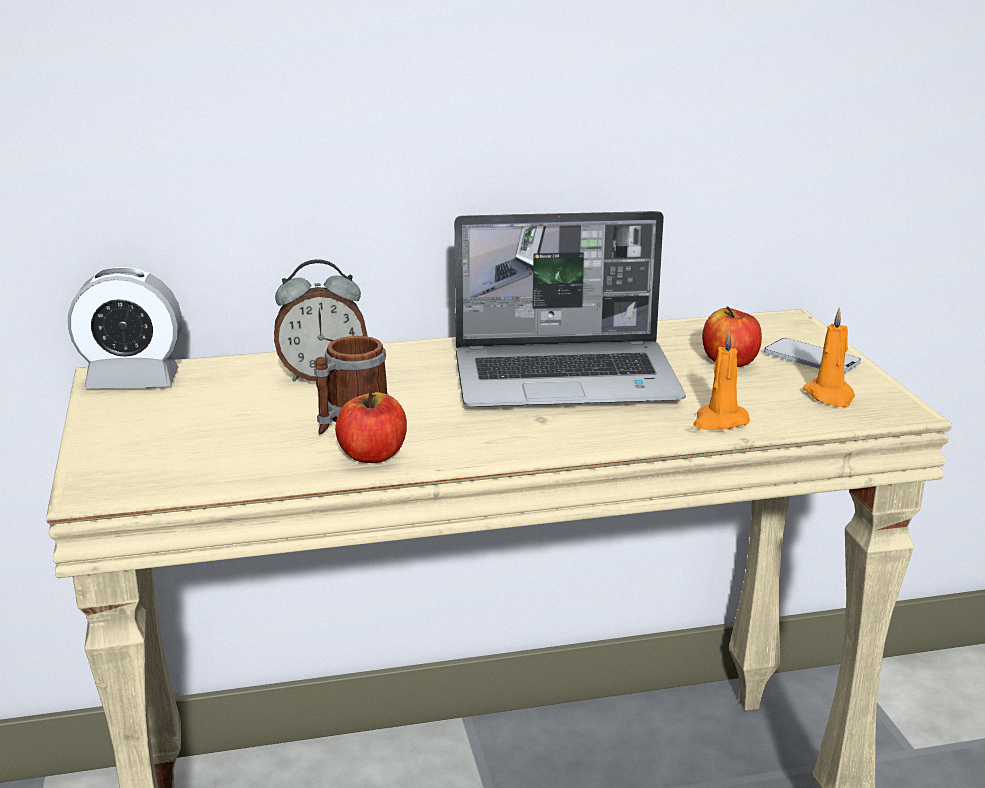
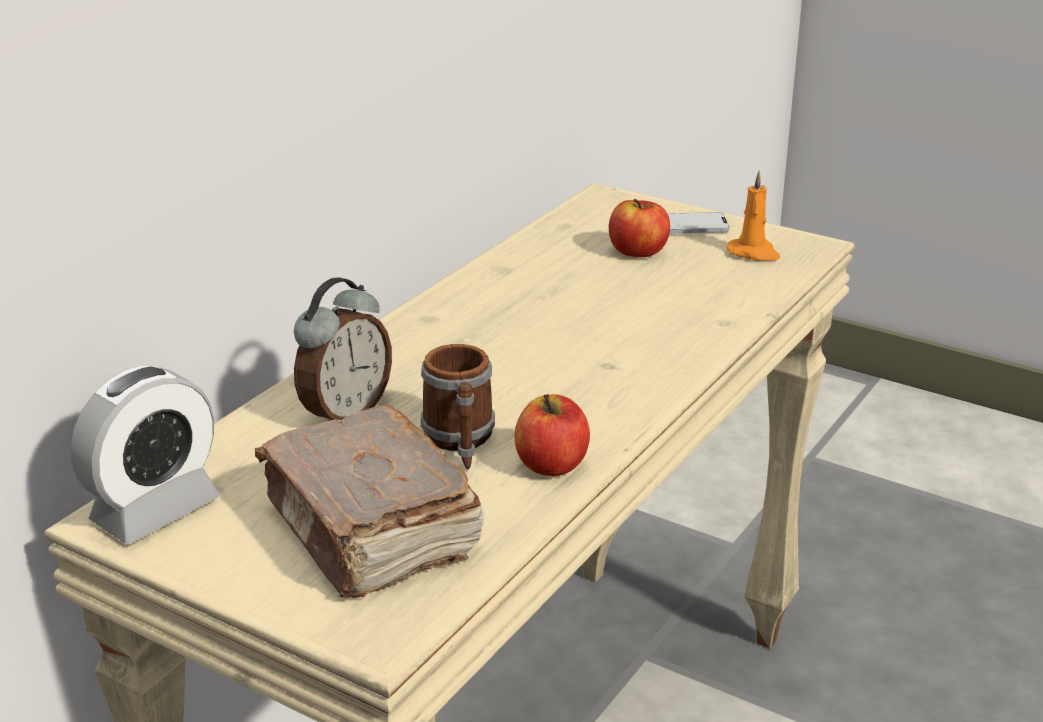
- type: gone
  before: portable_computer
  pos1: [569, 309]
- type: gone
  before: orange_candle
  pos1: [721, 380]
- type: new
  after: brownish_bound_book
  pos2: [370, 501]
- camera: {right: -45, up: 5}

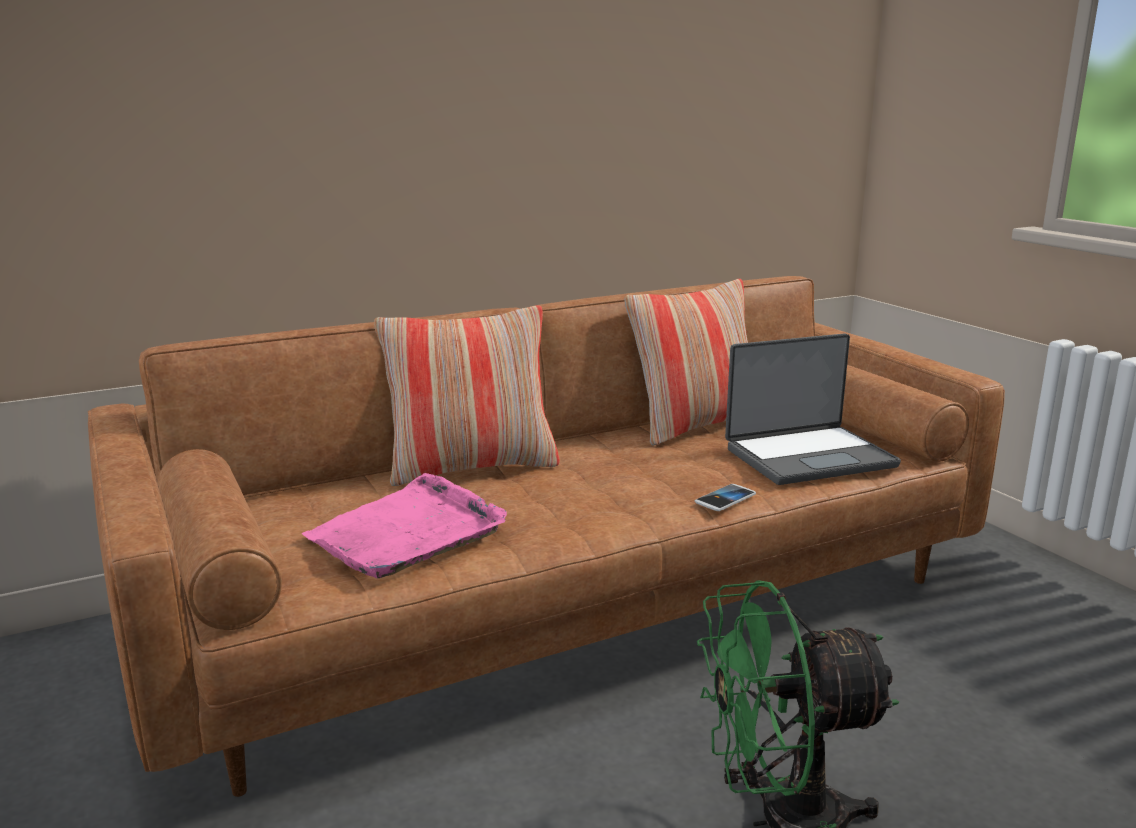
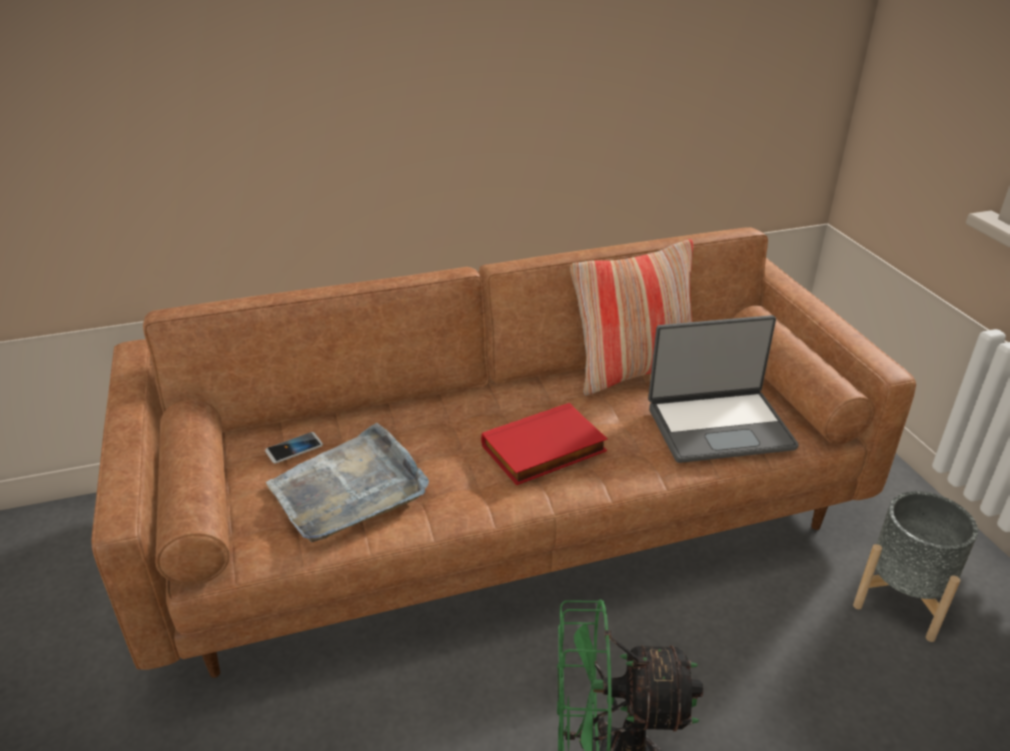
- type: repainted
  before: pink-coloured_carrying_tray
  after: greyish_carrying_tray
  pos1: [404, 526]
  pos2: [347, 482]
- type: gone
  before: cushion
  pos1: [467, 395]
- type: shifted
  before: telephone
  pos1: [725, 497]
  pos2: [294, 448]
- type: new
  after: red_bound_book
  pos2: [544, 444]
- type: new
  after: greyish_plant_pot
  pos2: [915, 566]
- camera: {right: 10, up: 15}

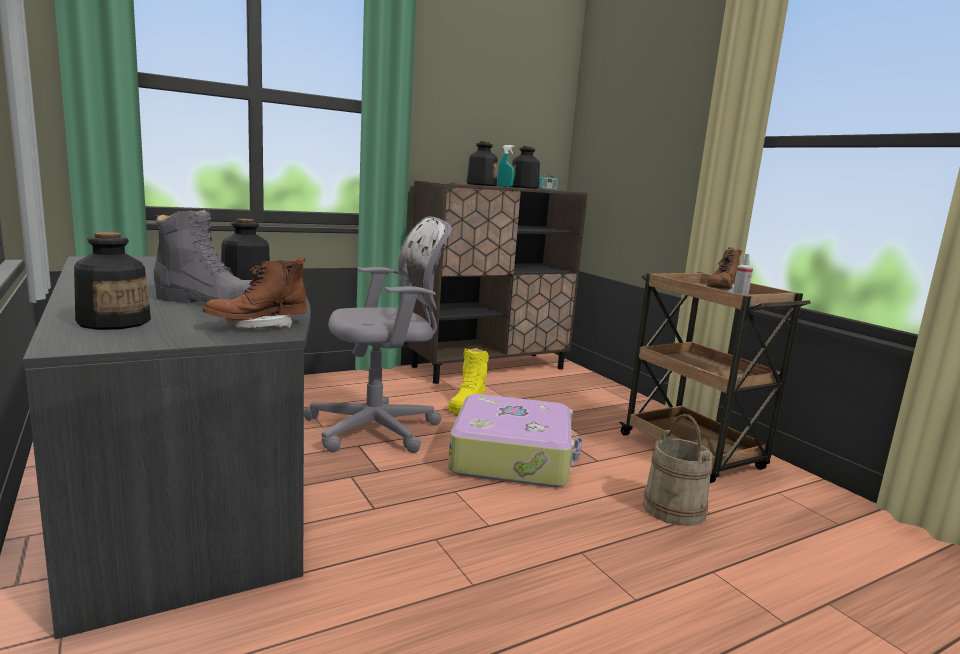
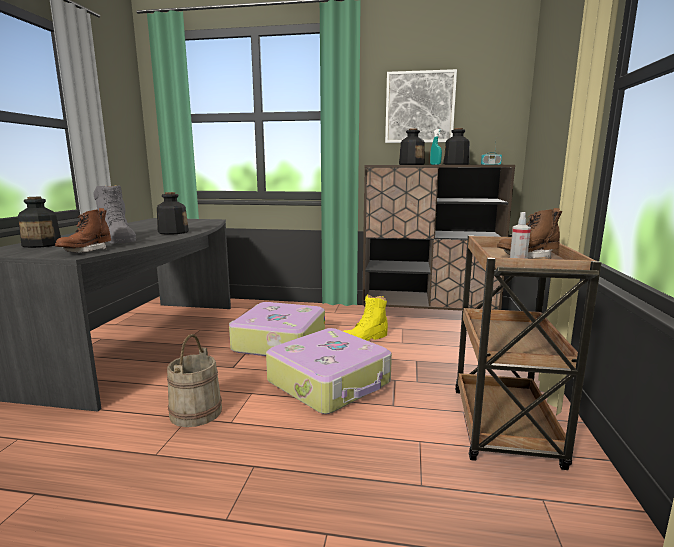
- type: rotated
  before: brownish_high-top_boot
  pos1: [255, 293]
  pos2: [83, 230]
  turn: -75
- type: swapped
  before: greyish_office_chair
  after: suitcase
  pos1: [378, 335]
  pos2: [277, 329]
- type: shifted
  before: beige_pail
  pos1: [677, 470]
  pos2: [194, 380]
- type: new
  after: wall_art
  pos2: [421, 106]
- camera: {right: 40, up: 0}

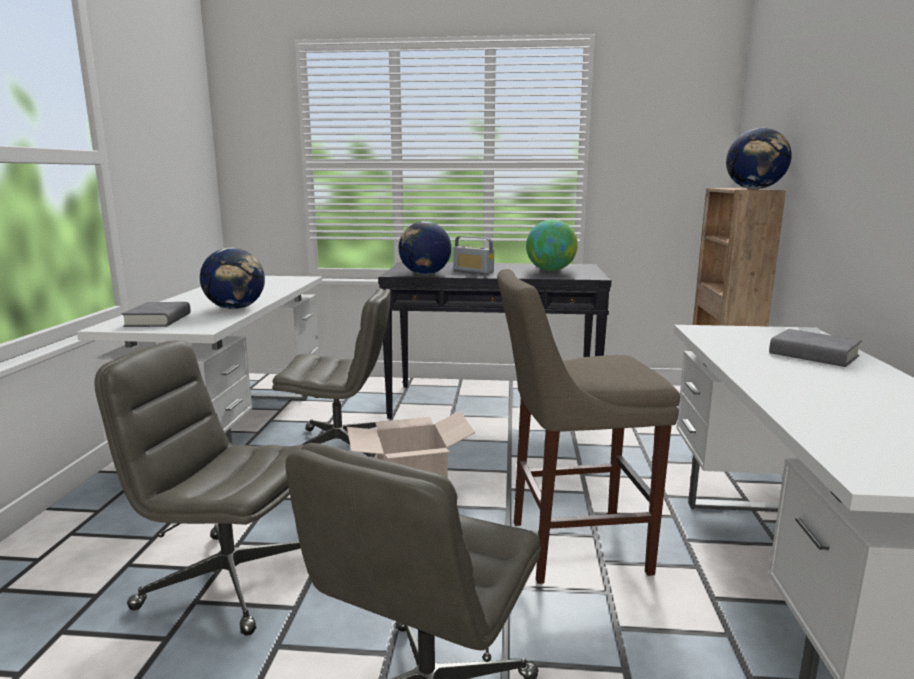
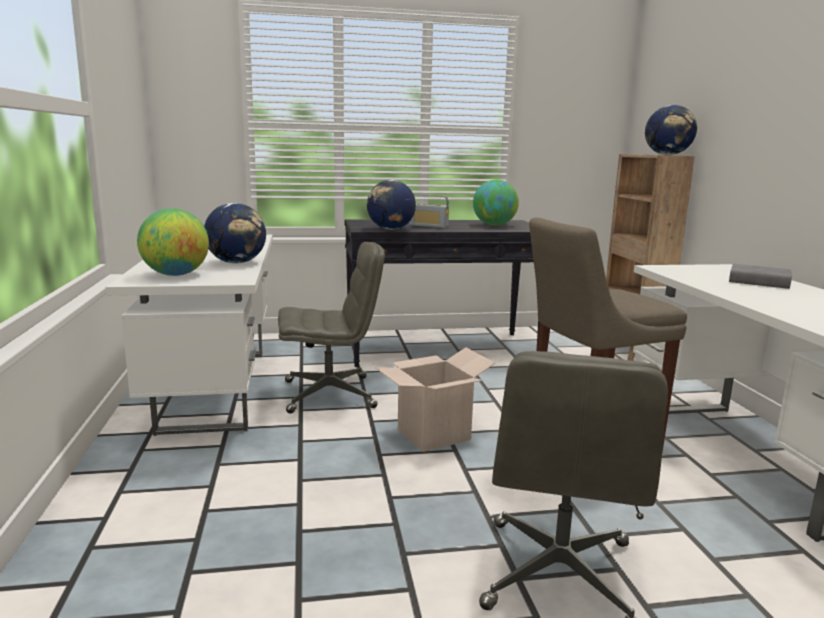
- type: gone
  before: greyish_office_chair
  pos1: [199, 488]
- type: swapped
  before: greyish_bound_book
  after: world_globe
  pos1: [156, 314]
  pos2: [173, 242]
- camera: {right: -15, up: 0}

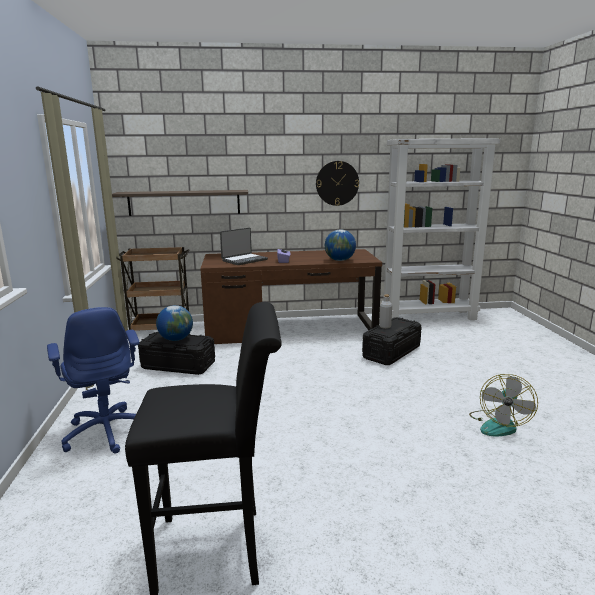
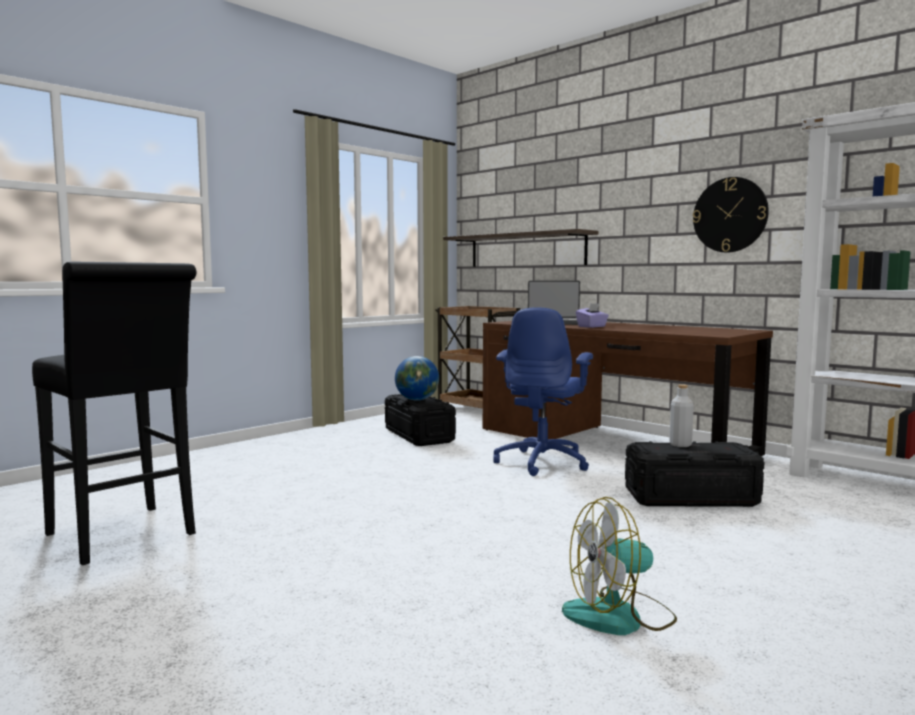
- type: shifted
  before: blue_office_chair
  pos1: [93, 380]
  pos2: [543, 391]
- type: gone
  before: world_globe
  pos1: [340, 245]
- camera: {right: 50, up: -10}

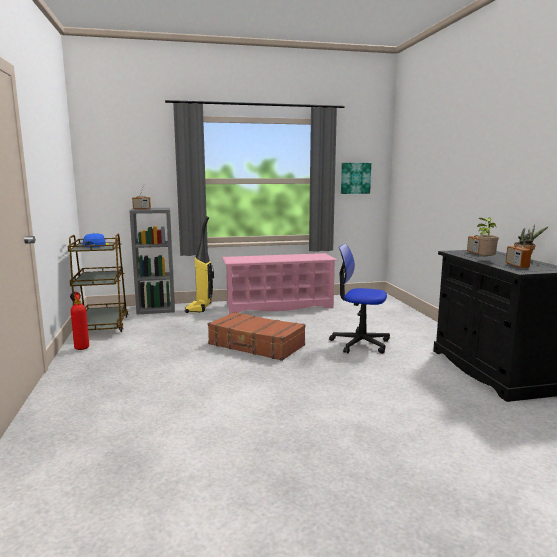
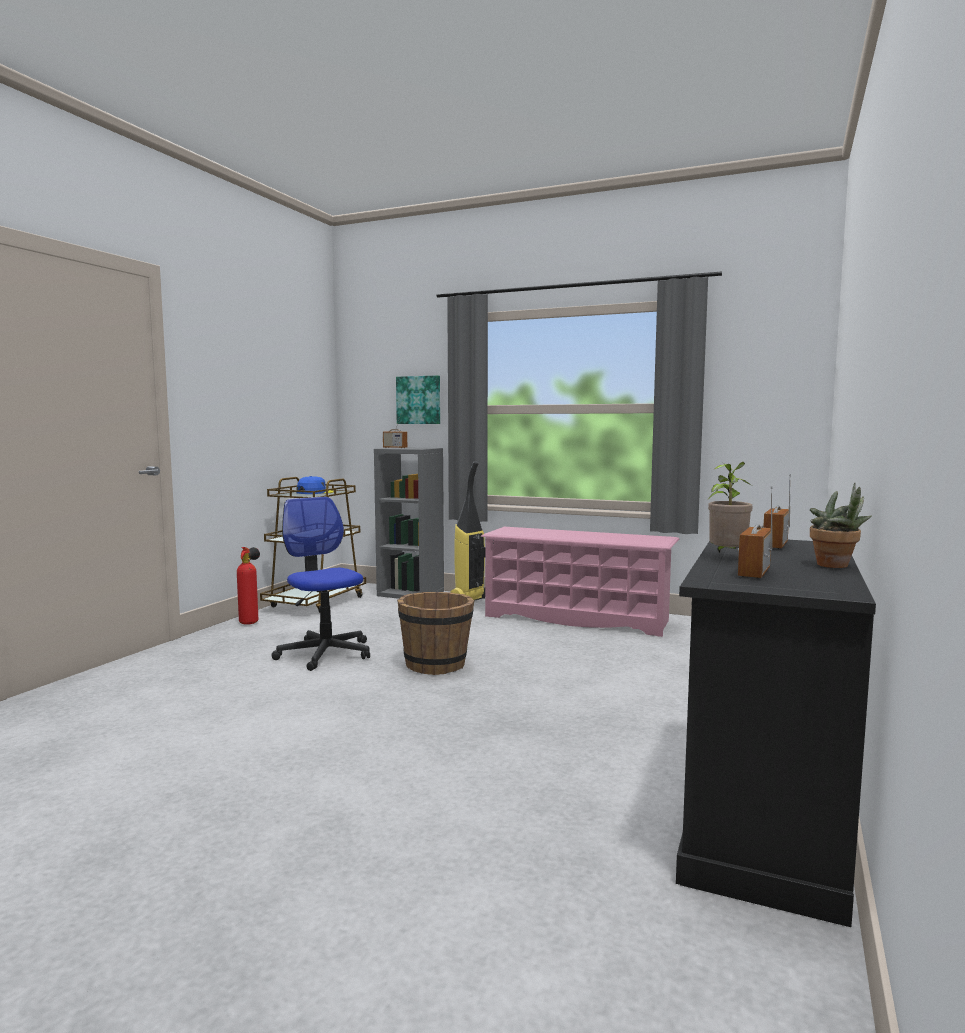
- type: swapped
  before: brownish_suitcase
  after: brownish_pail
  pos1: [256, 336]
  pos2: [435, 633]
- type: shifted
  before: office_chair
  pos1: [359, 299]
  pos2: [321, 584]
- type: shifted
  before: wall_art
  pos1: [356, 178]
  pos2: [418, 399]
- camera: {right: 35, up: -5}

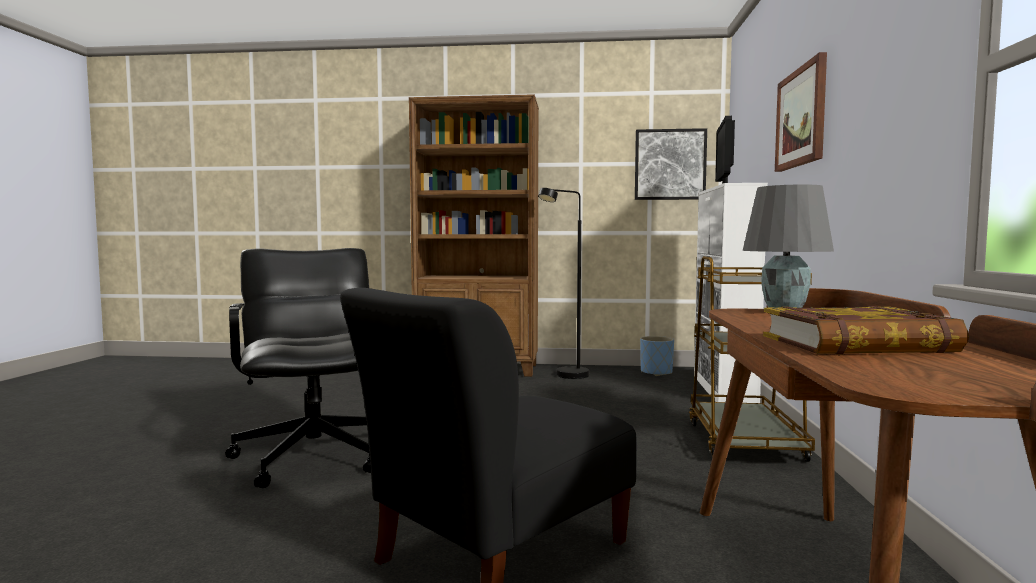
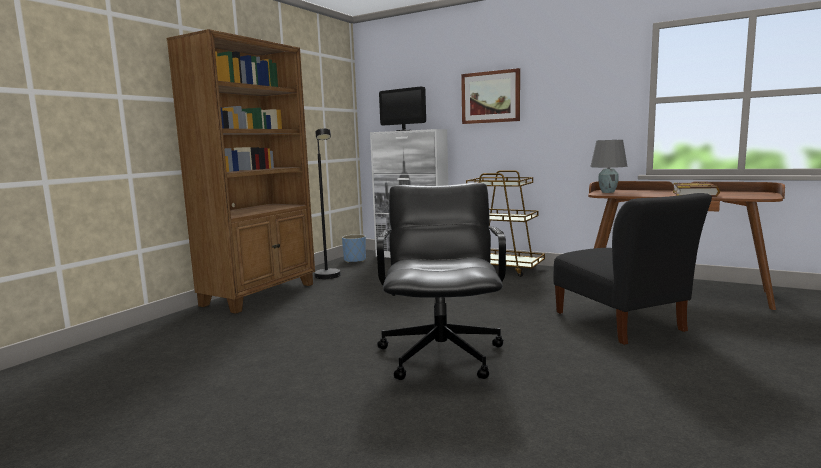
- type: rotated
  before: blackish_office_chair
  pos1: [298, 368]
  pos2: [441, 281]
  turn: 90
- type: gone
  before: wall_art
  pos1: [671, 164]
- camera: {right: -65, up: 5}

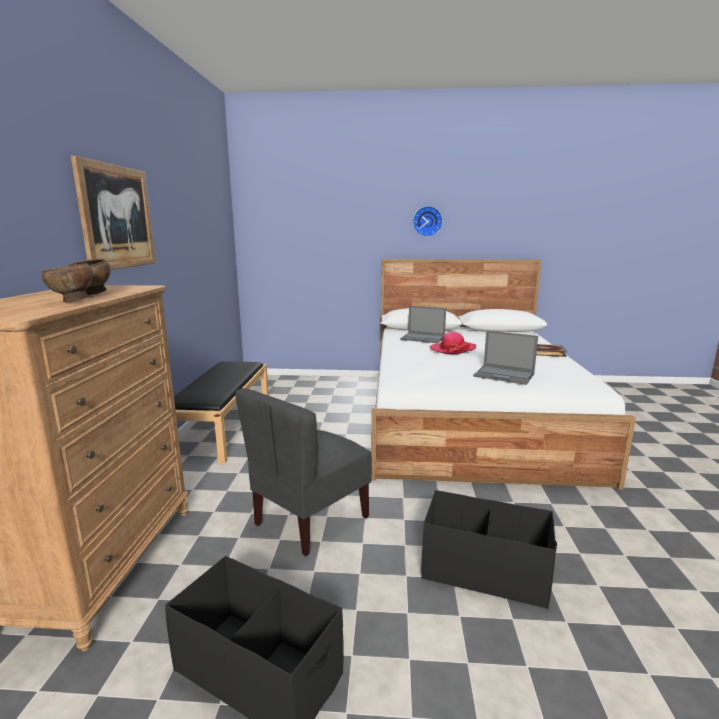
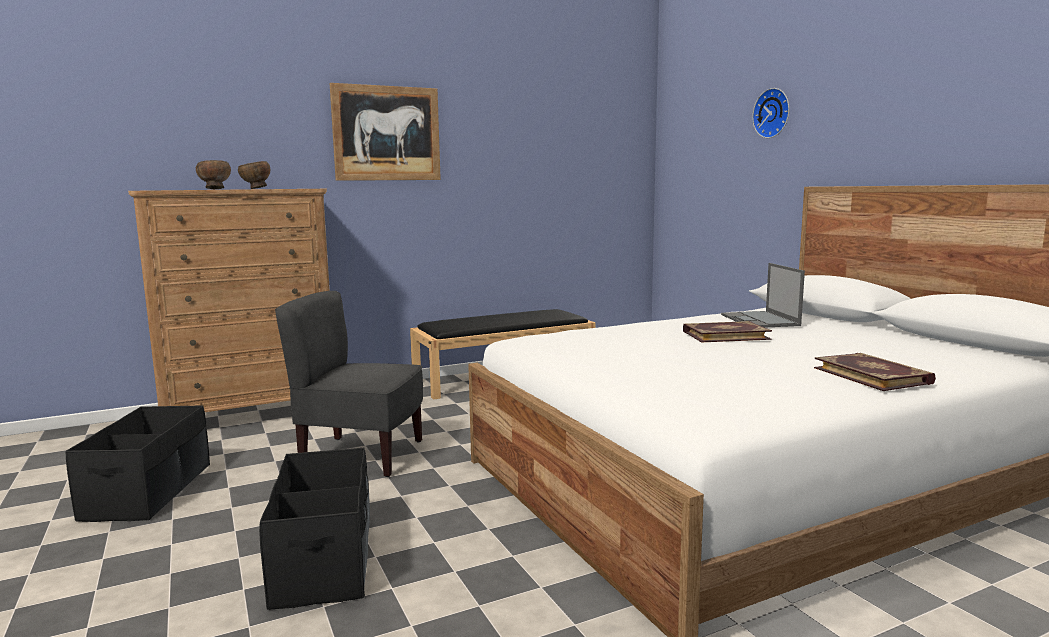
- type: shifted
  before: wall_clock
  pos1: [428, 221]
  pos2: [771, 113]
- type: swapped
  before: clothing_hat
  after: bound_book
  pos1: [452, 343]
  pos2: [727, 332]
- type: gone
  before: portable_computer
  pos1: [505, 357]
- camera: {right: 60, up: -5}

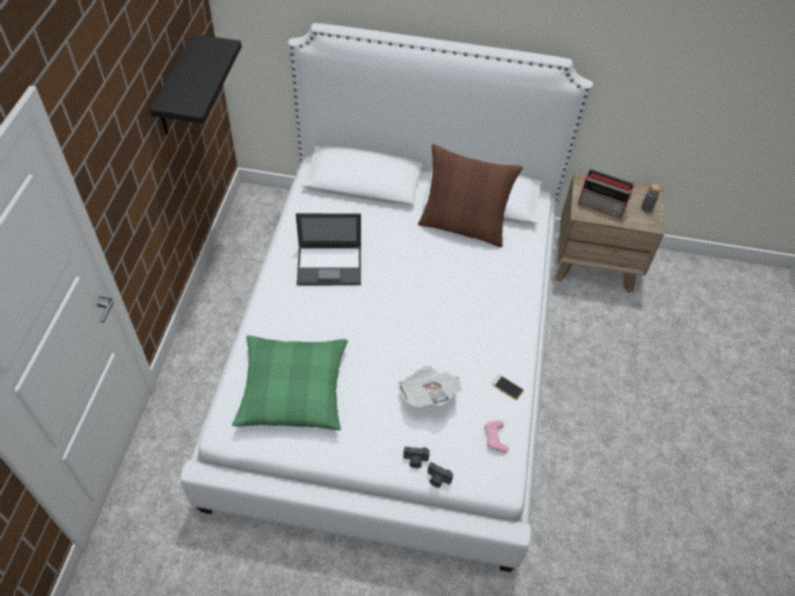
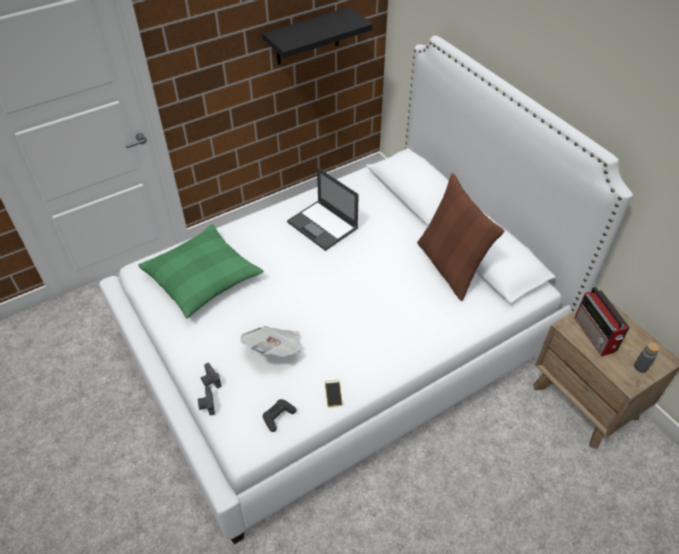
- type: repainted
  before: pink-coloured_game_controller
  after: blackish_game_controller
  pos1: [496, 437]
  pos2: [279, 415]
- camera: {right: 50, up: -5}

